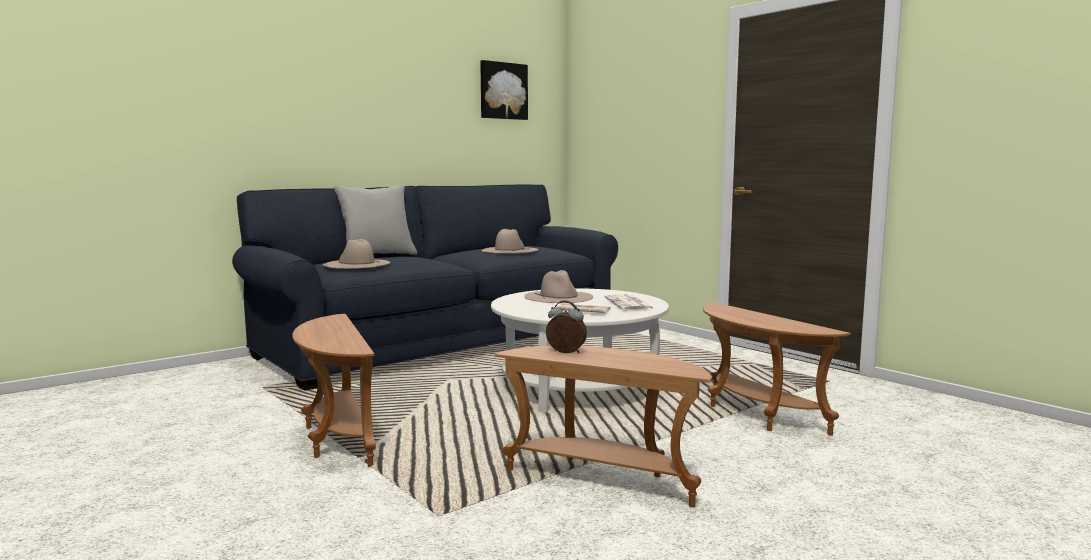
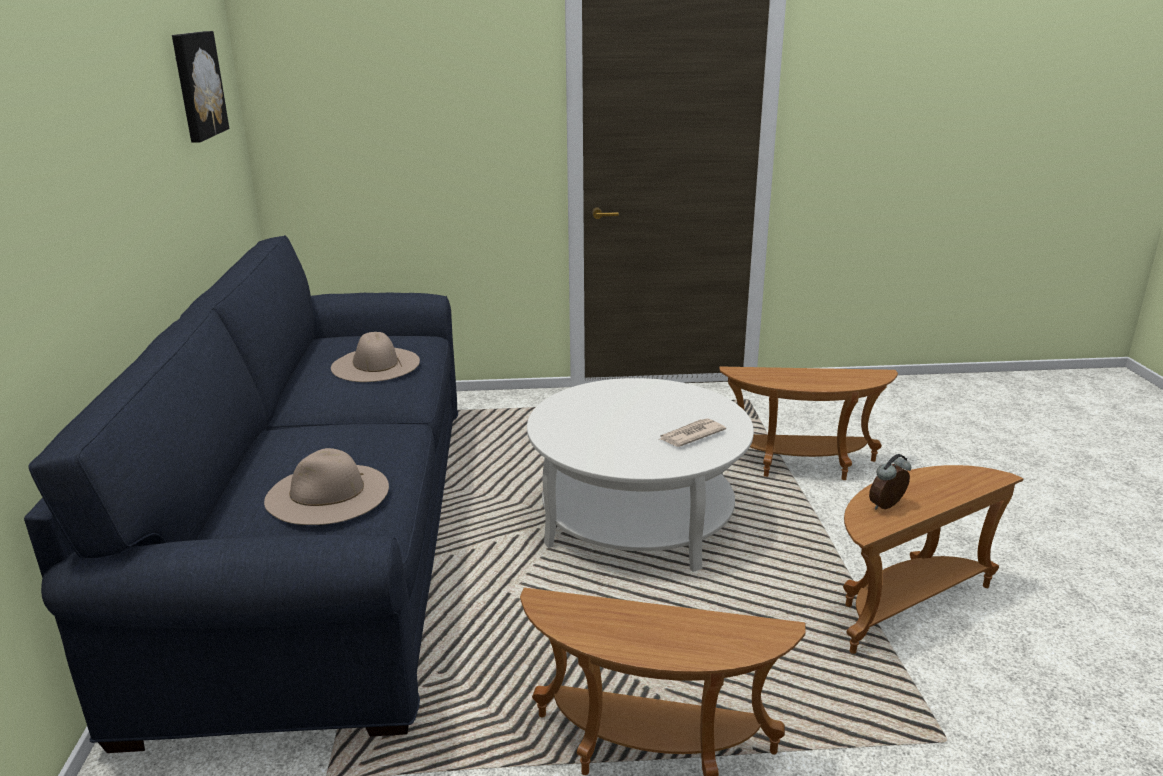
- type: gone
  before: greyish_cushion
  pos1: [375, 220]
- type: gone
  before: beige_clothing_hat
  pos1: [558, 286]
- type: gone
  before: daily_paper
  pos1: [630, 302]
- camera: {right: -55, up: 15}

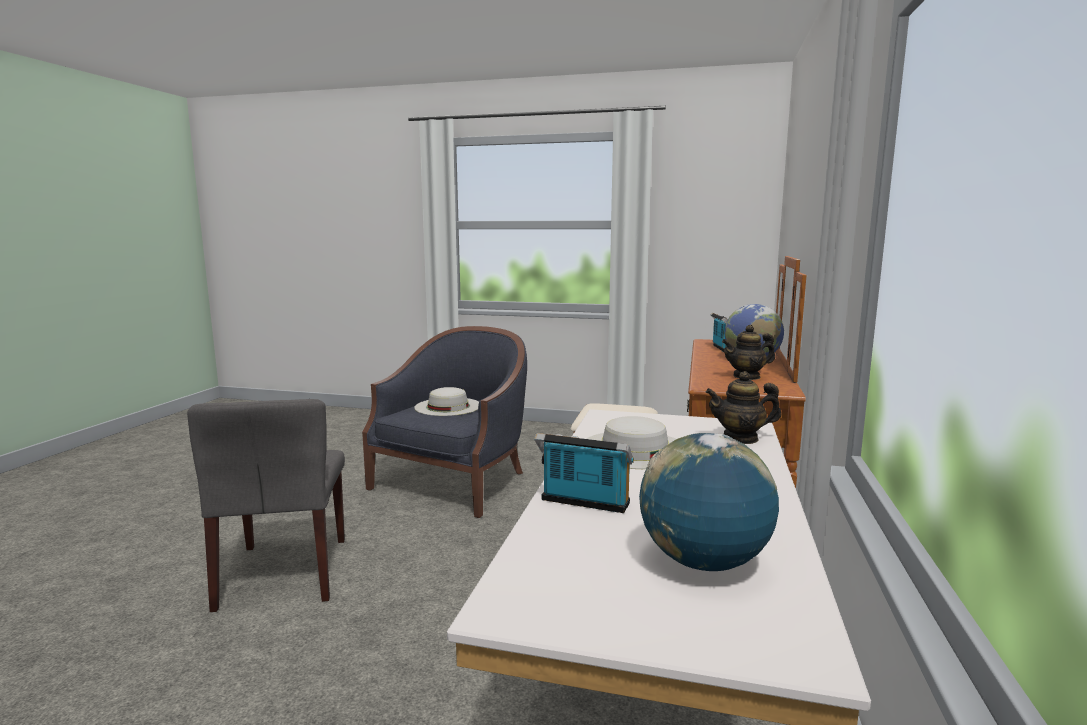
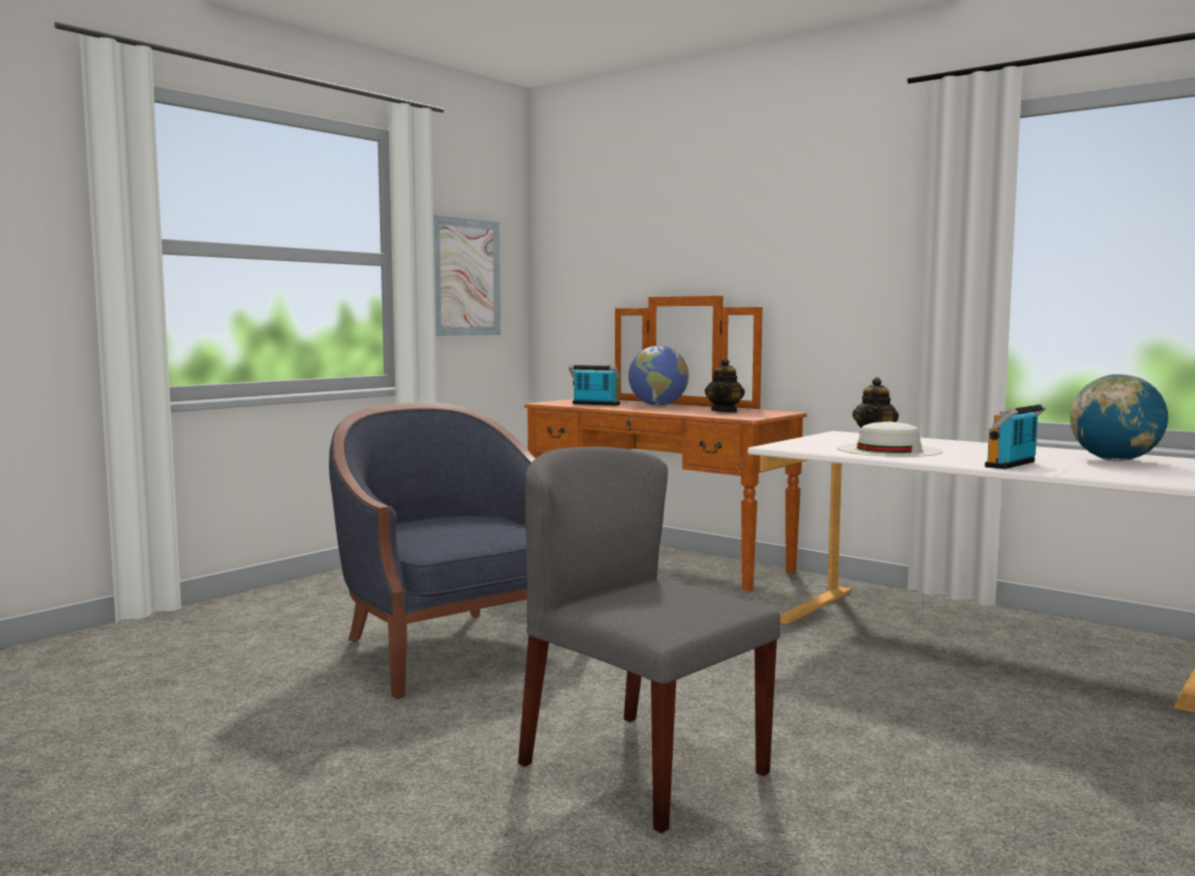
- type: rotated
  before: greyish_upright_chair
  pos1: [266, 505]
  pos2: [649, 639]
  turn: -150
- type: gone
  before: white-coloured_clothing_hat
  pos1: [446, 401]
- type: new
  after: wall_art
  pos2: [467, 275]
- camera: {right: -65, up: -5}

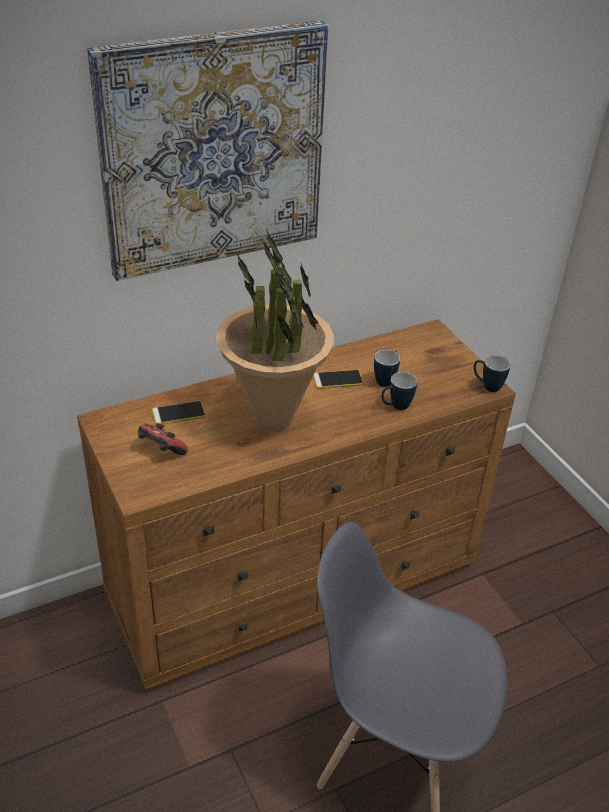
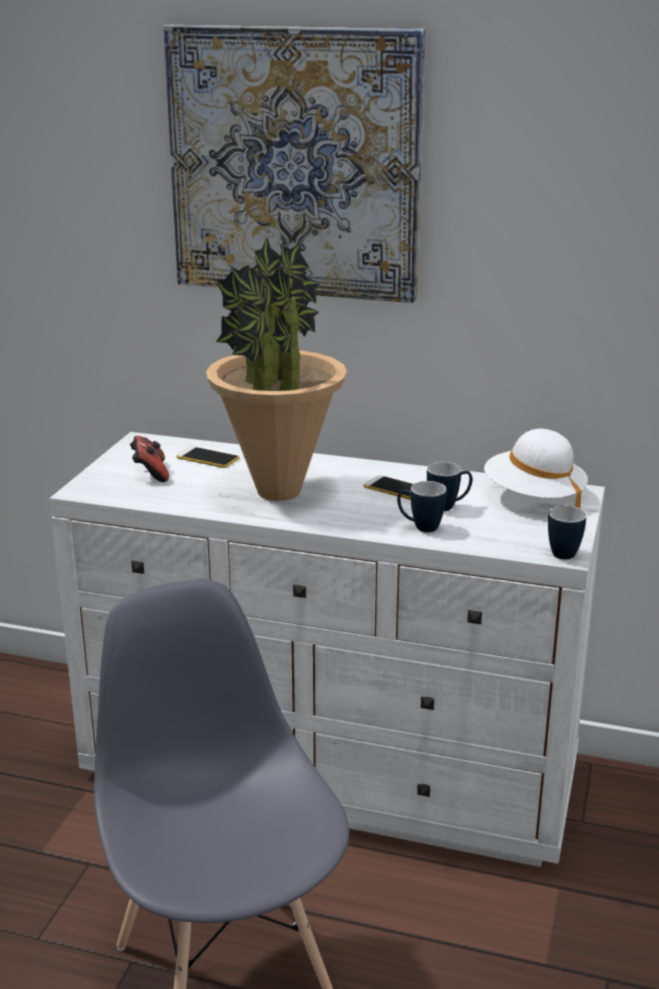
- type: repainted
  before: brownish_drawer_chest
  after: white-coloured_drawer_chest
  pos1: [296, 504]
  pos2: [327, 649]
- type: new
  after: white-coloured_clothing_hat
  pos2: [536, 468]
- camera: {right: 45, up: -15}

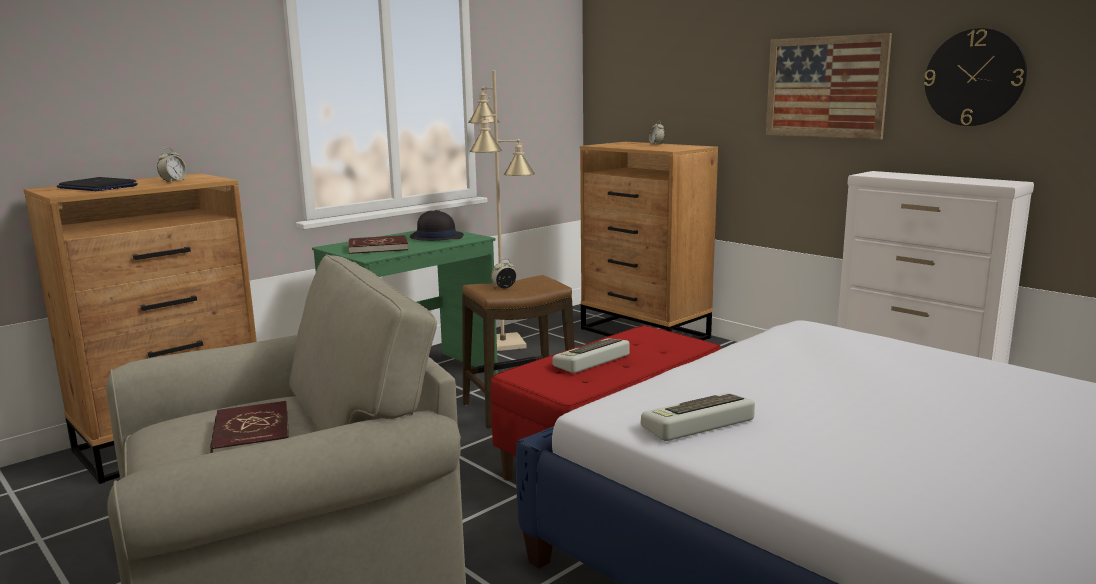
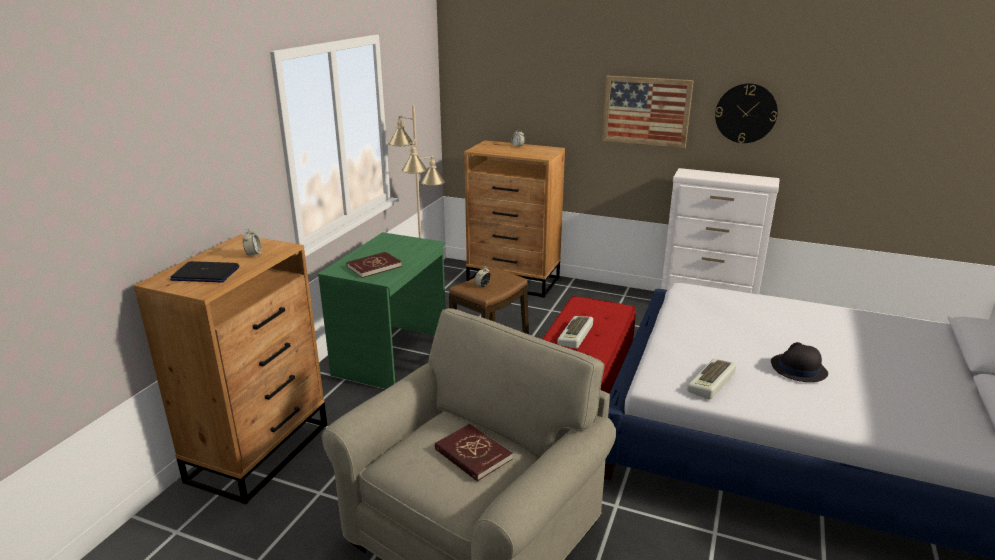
- type: shifted
  before: blackish_clothing_hat
  pos1: [437, 225]
  pos2: [799, 362]
- camera: {right: -25, up: 10}

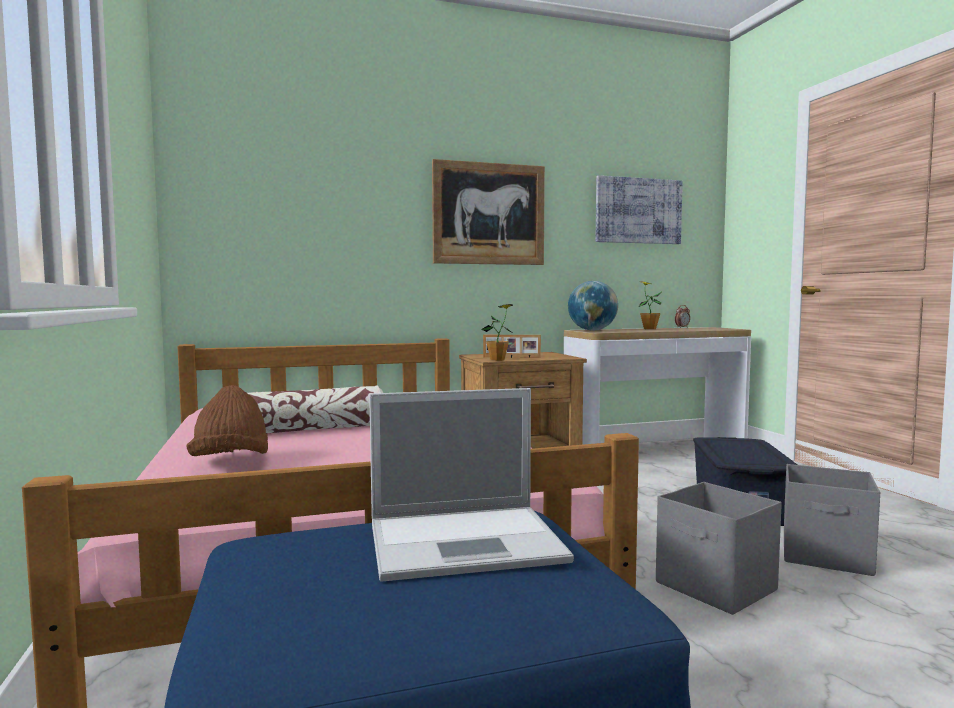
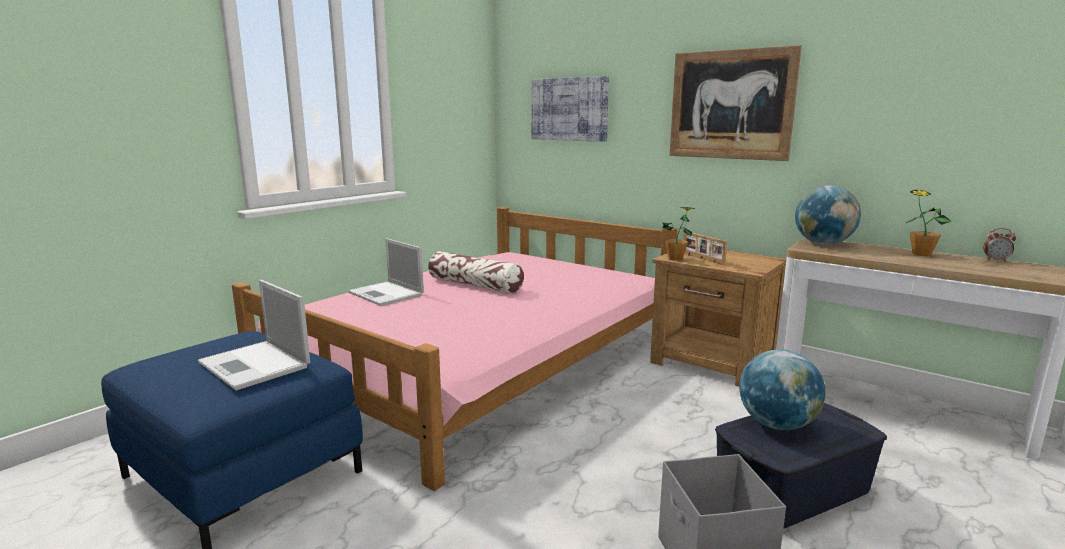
- type: swapped
  before: brownish_clothing_hat
  after: portable_computer
  pos1: [227, 420]
  pos2: [386, 272]
- type: shifted
  before: wall_art
  pos1: [639, 209]
  pos2: [570, 109]
- type: gone
  before: greyish_storage_container
  pos1: [719, 548]
- type: new
  after: world_globe
  pos2: [782, 389]
- camera: {right: 55, up: 10}

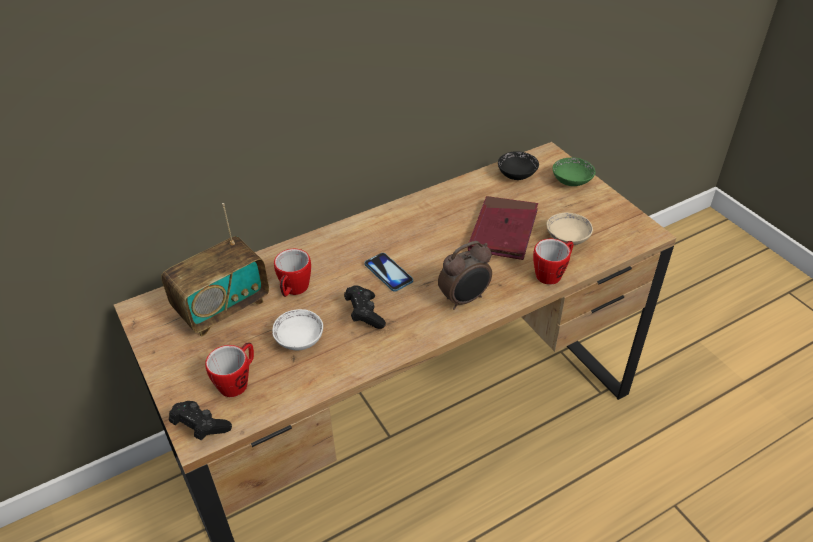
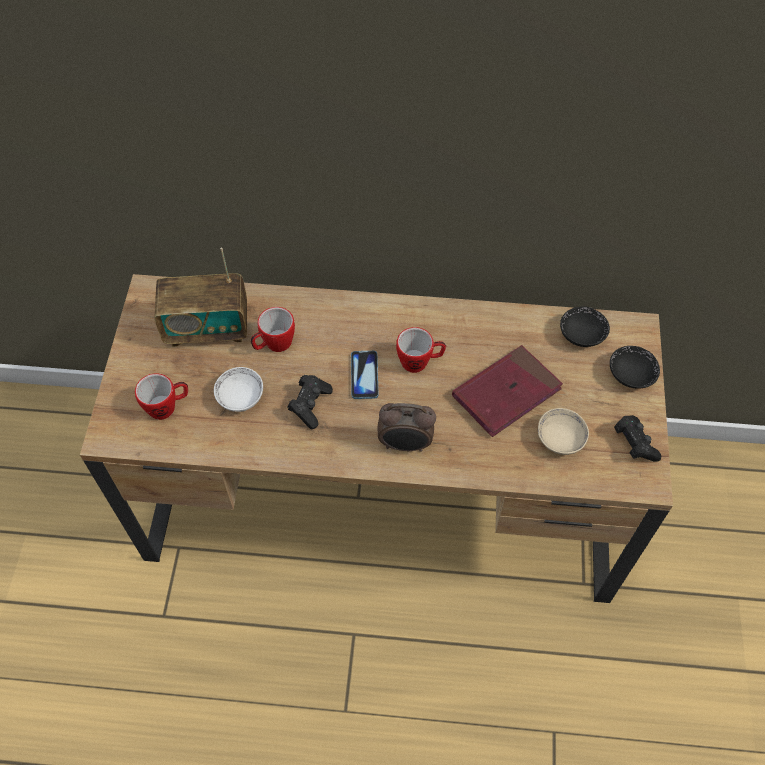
- type: shifted
  before: blackish_game_controller
  pos1: [200, 420]
  pos2: [637, 438]
- type: shifted
  before: coffee_mug
  pos1: [553, 262]
  pos2: [421, 350]
- type: repainted
  before: greenish_serving_bowl
  after: blackish_serving_bowl
  pos1: [574, 172]
  pos2: [635, 367]
- camera: {right: 35, up: 15}

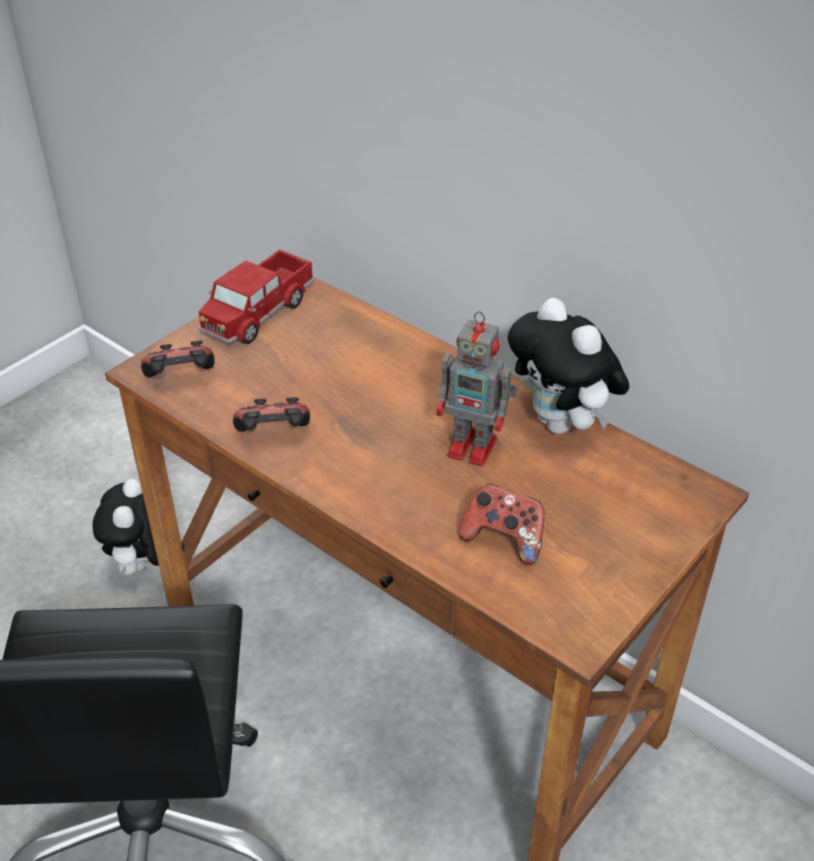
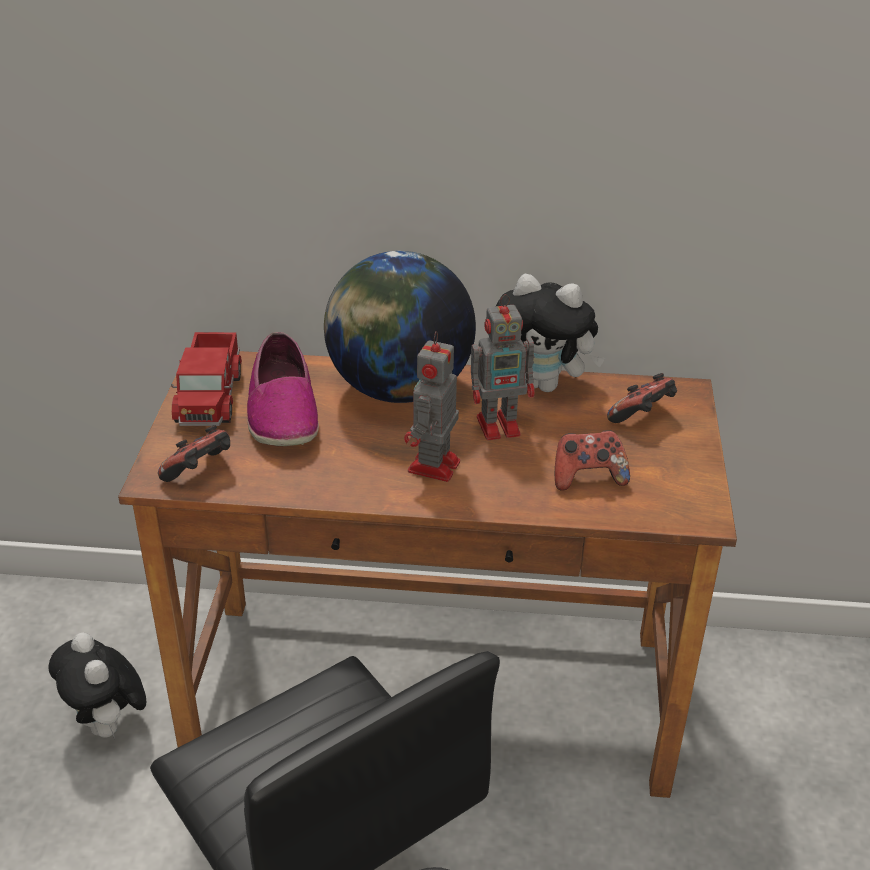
- type: shifted
  before: game_controller
  pos1: [271, 414]
  pos2: [642, 398]
- type: new
  after: low_shoe
  pos2: [283, 389]
- type: new
  after: world_globe
  pos2: [400, 327]
- type: new
  after: toy_robot
  pos2: [432, 406]
- camera: {right: -35, up: -5}

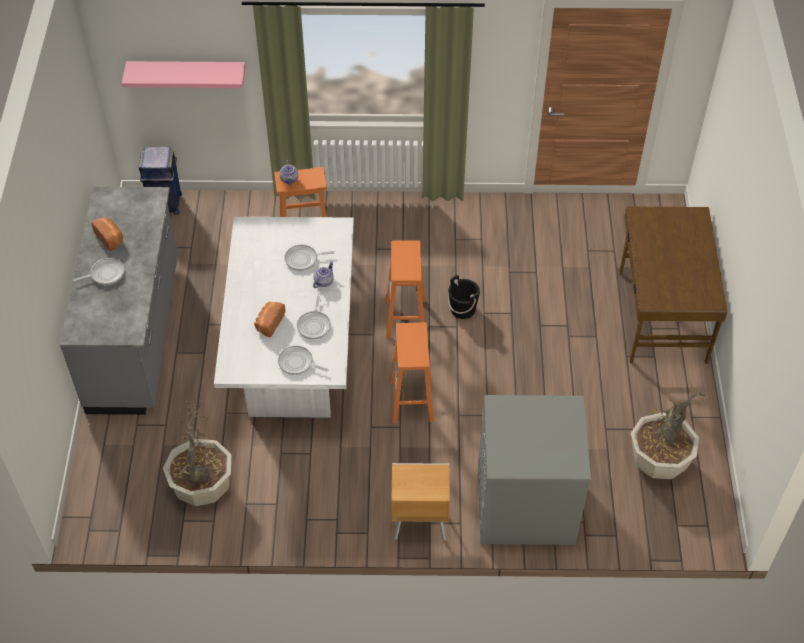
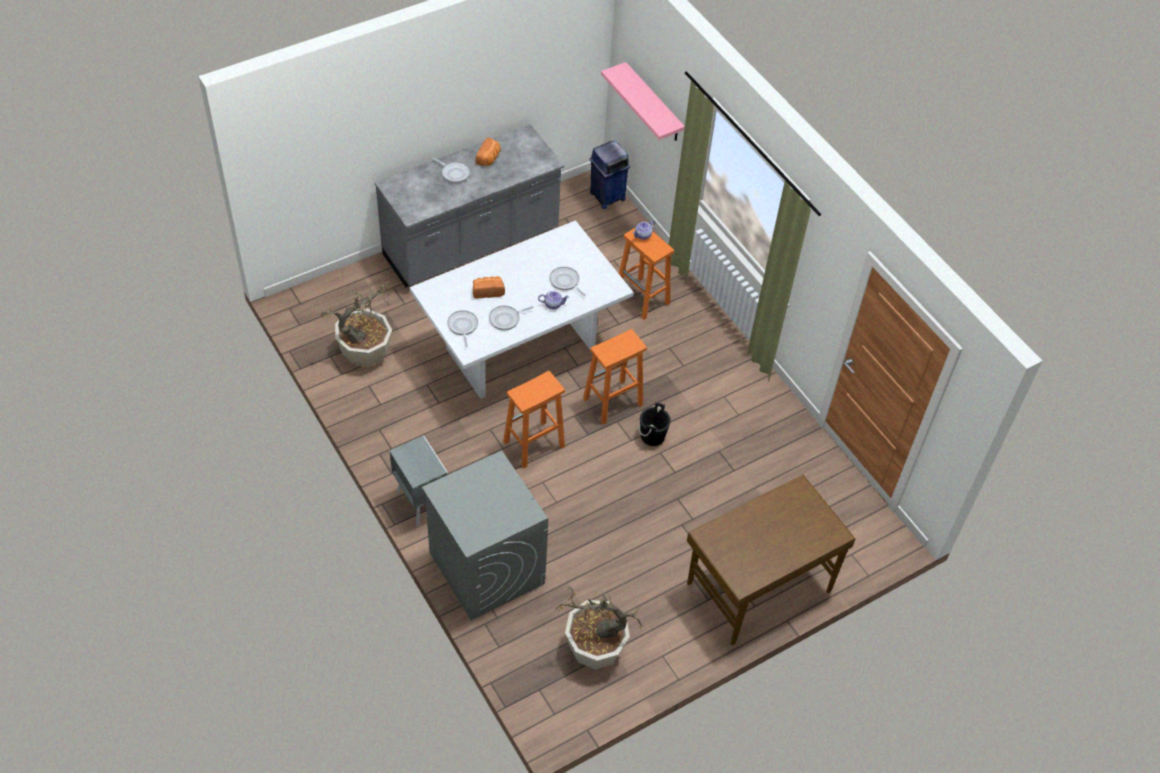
- type: repainted
  before: brownish_bedside_table
  after: greyish_bedside_table
  pos1: [421, 501]
  pos2: [418, 481]
- camera: {right: 55, up: 0}

